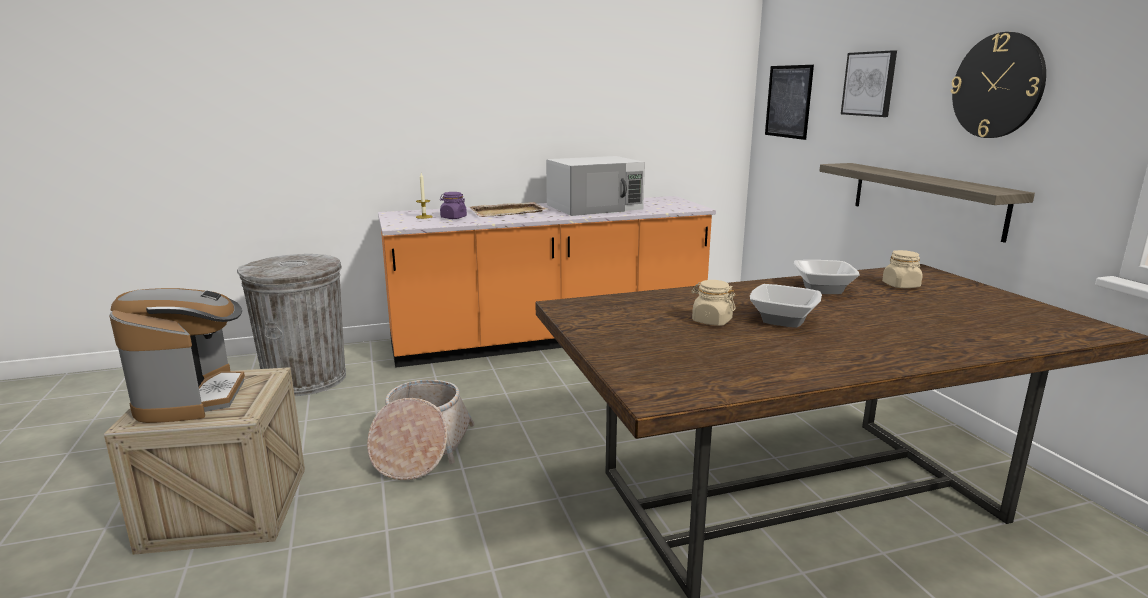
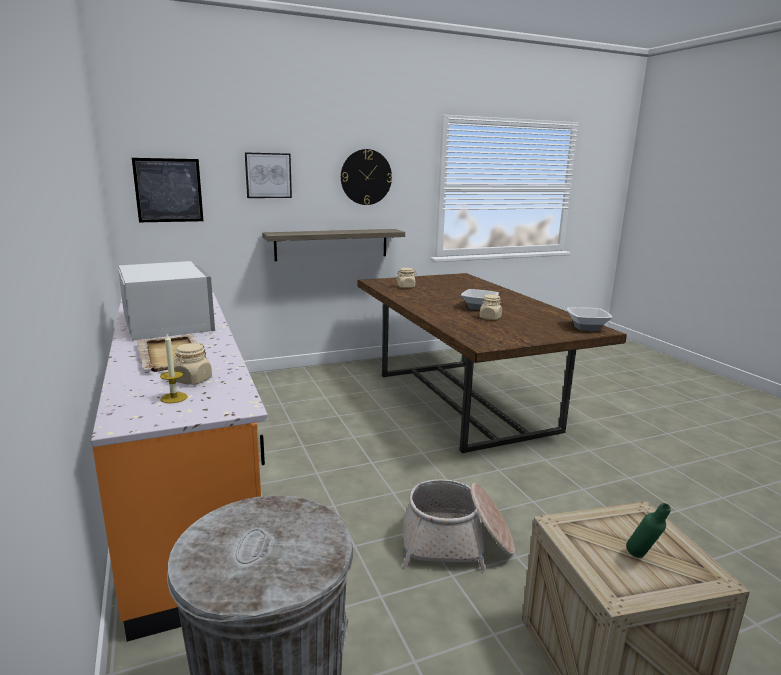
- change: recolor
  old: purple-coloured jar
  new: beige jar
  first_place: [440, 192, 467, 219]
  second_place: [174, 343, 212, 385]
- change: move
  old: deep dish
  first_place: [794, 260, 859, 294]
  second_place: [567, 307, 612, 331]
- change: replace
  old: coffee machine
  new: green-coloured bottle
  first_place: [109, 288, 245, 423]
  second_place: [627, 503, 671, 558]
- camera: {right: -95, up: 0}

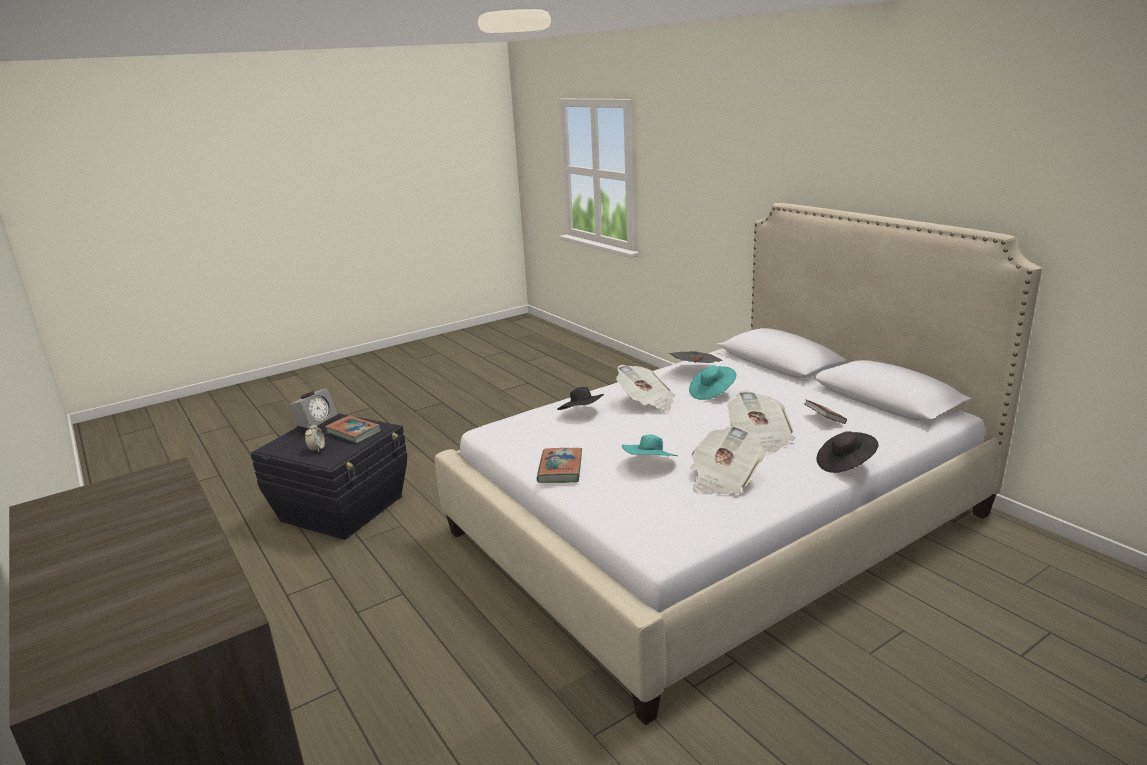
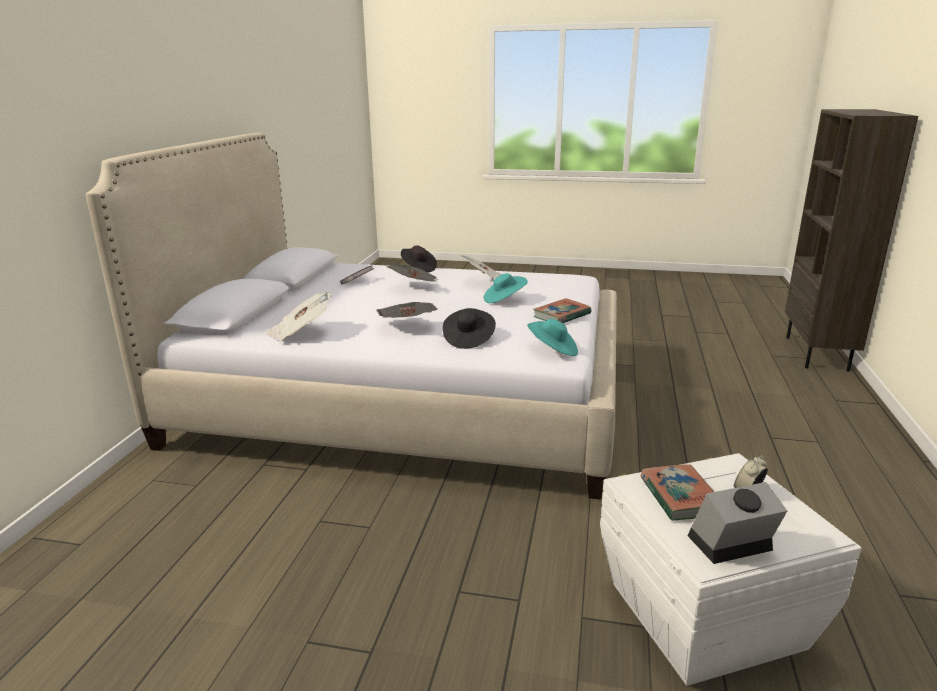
- change: move
  old: turquoise-coloured clothing hat
  first_place: [689, 366, 736, 400]
  second_place: [527, 319, 578, 356]
- change: recolor
  old: black storage container
  new: white storage container
  first_place: [251, 413, 407, 540]
  second_place: [600, 453, 862, 686]
- camera: {right: -135, up: 0}

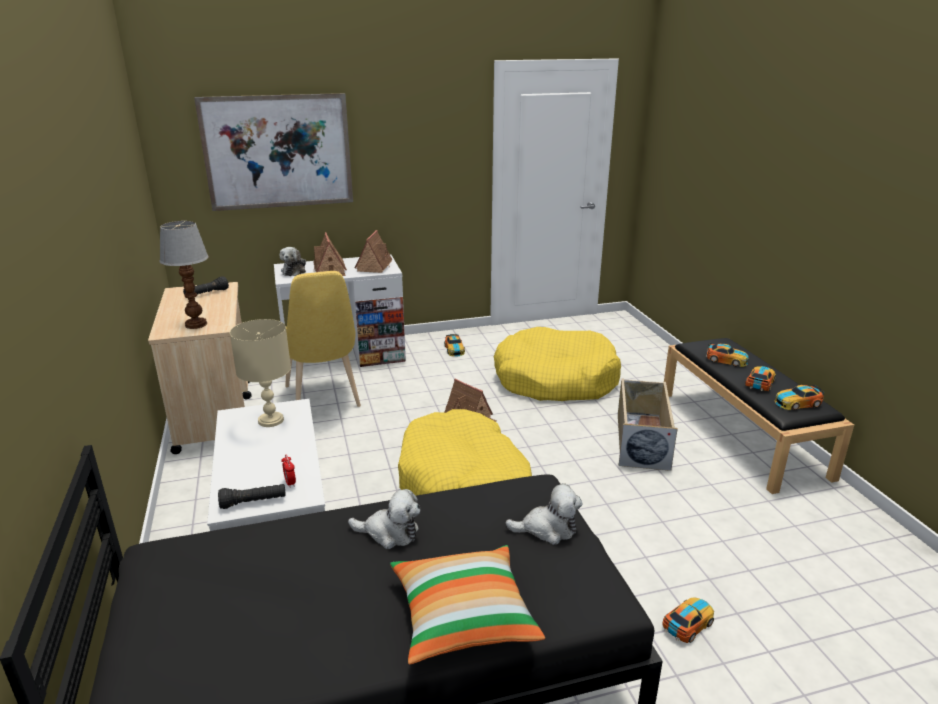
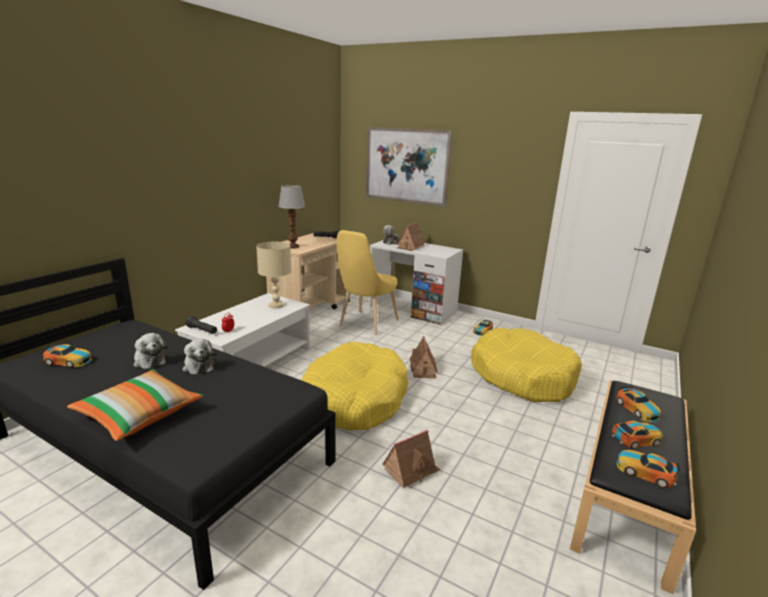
- change: move
  old: model car
  first_place: [663, 597, 714, 643]
  second_place: [42, 344, 92, 368]
- change: move
  old: cuddly toy
  first_place: [505, 483, 583, 545]
  second_place: [134, 333, 168, 369]
- change: move
  old: toy house
  first_place: [355, 230, 392, 273]
  second_place: [382, 430, 440, 488]
- change: delete
  old: beige storage container
  first_place: [618, 379, 677, 471]
- camera: {right: 45, up: -5}

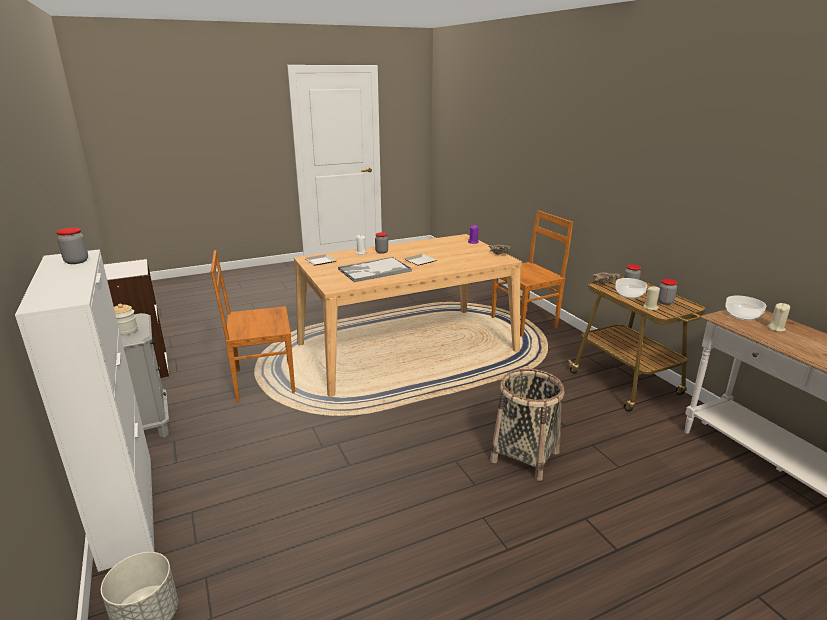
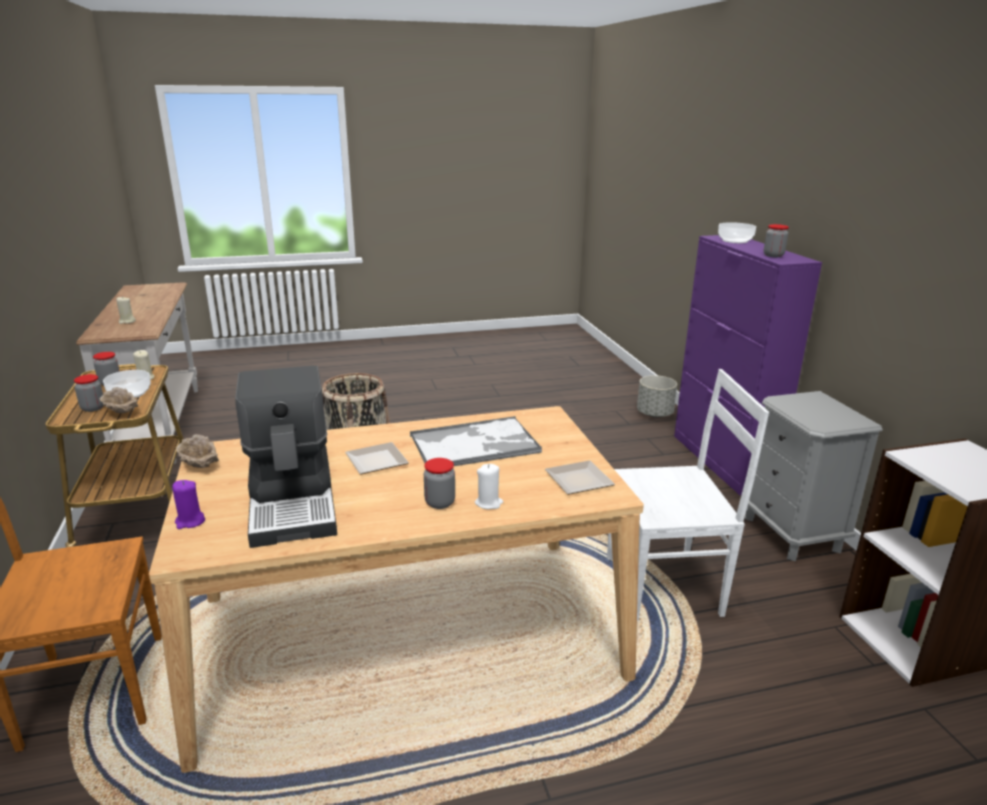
- change: insert
  new: coffee machine
  second_place: [235, 365, 337, 548]
- change: recolor
  old: brown-coloured plain chair
  new: white plain chair
  first_place: [211, 250, 295, 402]
  second_place: [607, 369, 769, 621]
- change: recolor
  old: white cabinet
  new: purple-coloured cabinet
  first_place: [15, 249, 154, 572]
  second_place: [674, 235, 822, 495]
- change: move
  old: deep dish
  first_place: [725, 296, 766, 321]
  second_place: [718, 222, 756, 243]
- change: delete
  old: jar
  first_place: [114, 304, 138, 336]
- camera: {right: -170, up: 0}

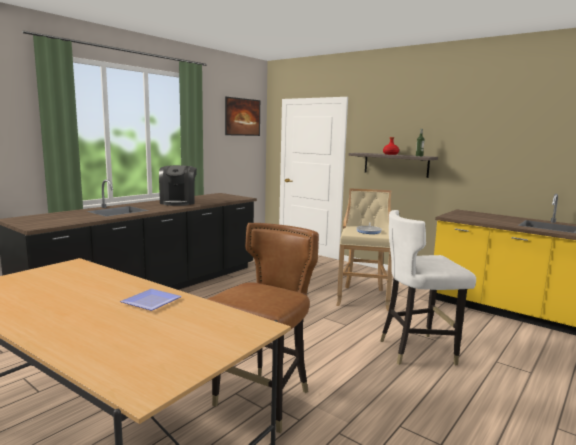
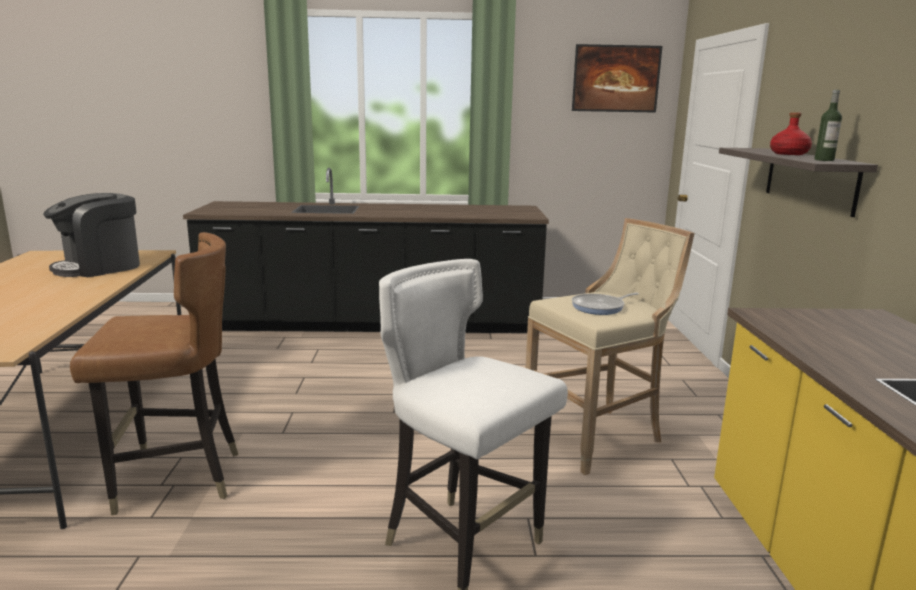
- change: move
  old: coffee machine
  first_place: [159, 165, 197, 206]
  second_place: [43, 193, 140, 277]
- change: delete
  old: dinner plate
  first_place: [120, 289, 182, 311]
- camera: {right: 50, up: 5}

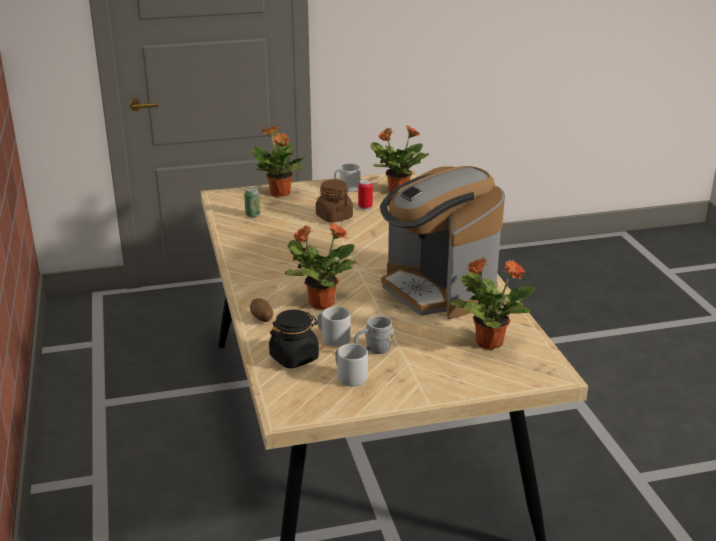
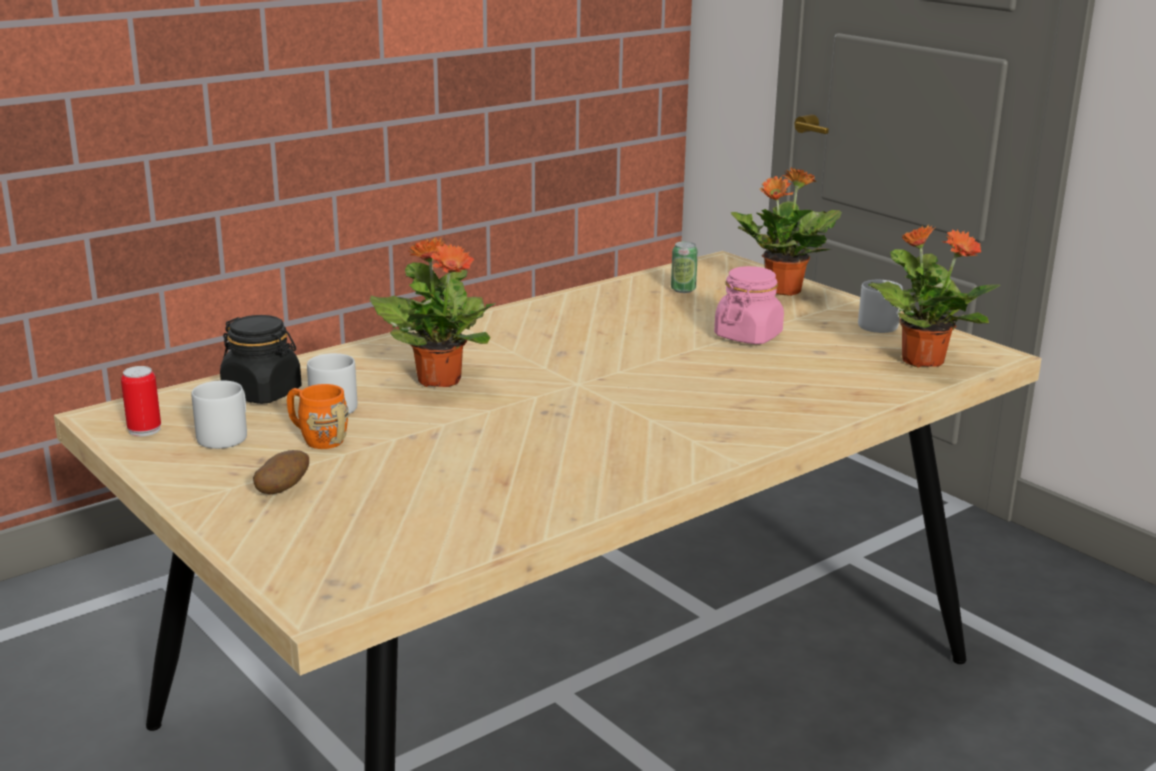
- change: move
  old: can
  first_place: [358, 179, 373, 210]
  second_place: [121, 366, 161, 436]
- change: move
  old: potato
  first_place: [250, 298, 273, 322]
  second_place: [253, 450, 309, 495]
- change: recolor
  old: gray mug
  new: orange mug
  first_place: [354, 316, 394, 354]
  second_place: [287, 384, 349, 449]
- change: recolor
  old: brown-coloured jar
  new: pink jar
  first_place: [316, 179, 353, 223]
  second_place: [714, 266, 784, 344]
- change: delete
  old: coffee machine
  first_place: [380, 166, 505, 319]
- change: delete
  old: plant in a pot
  first_place: [450, 257, 535, 350]
- camera: {right: 65, up: -5}

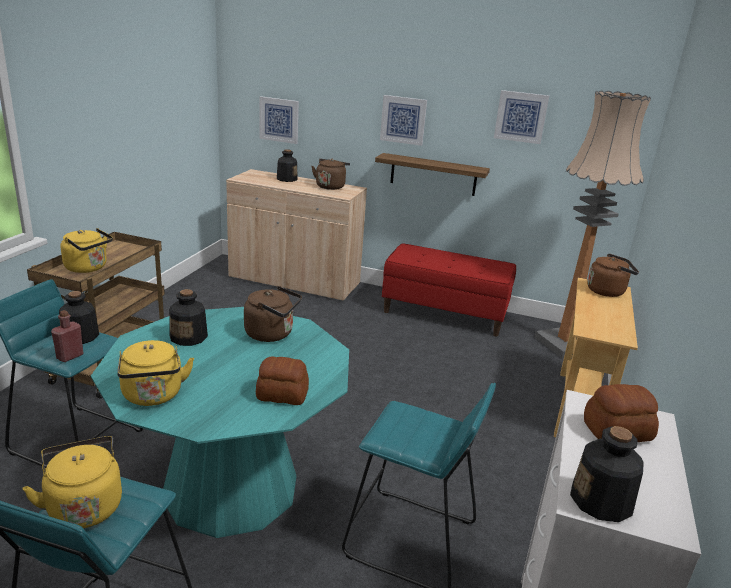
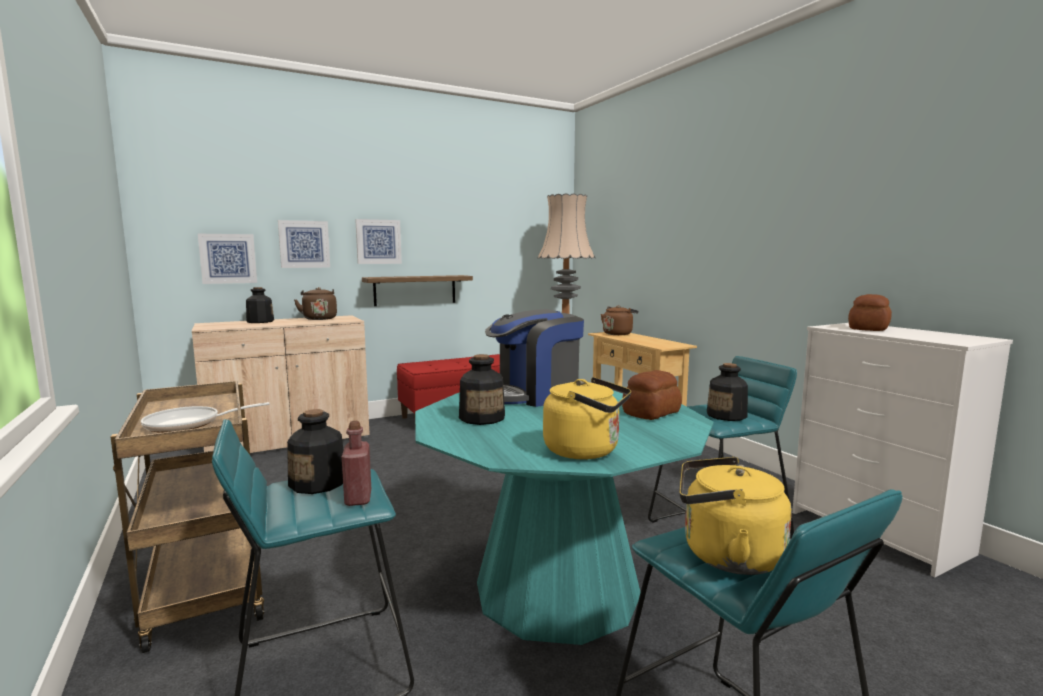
- change: replace
  old: yellow-coloured kettle
  new: frying pan
  first_place: [60, 228, 113, 273]
  second_place: [141, 402, 270, 433]
- change: move
  old: wall picture
  first_place: [494, 90, 549, 144]
  second_place: [278, 220, 330, 268]
- change: replace
  old: brown-coloured kettle
  new: coffee machine
  first_place: [244, 286, 302, 342]
  second_place: [485, 309, 584, 407]
- change: move
  old: bottle
  first_place: [570, 426, 644, 522]
  second_place: [707, 363, 748, 421]
- camera: {right: -45, up: -15}

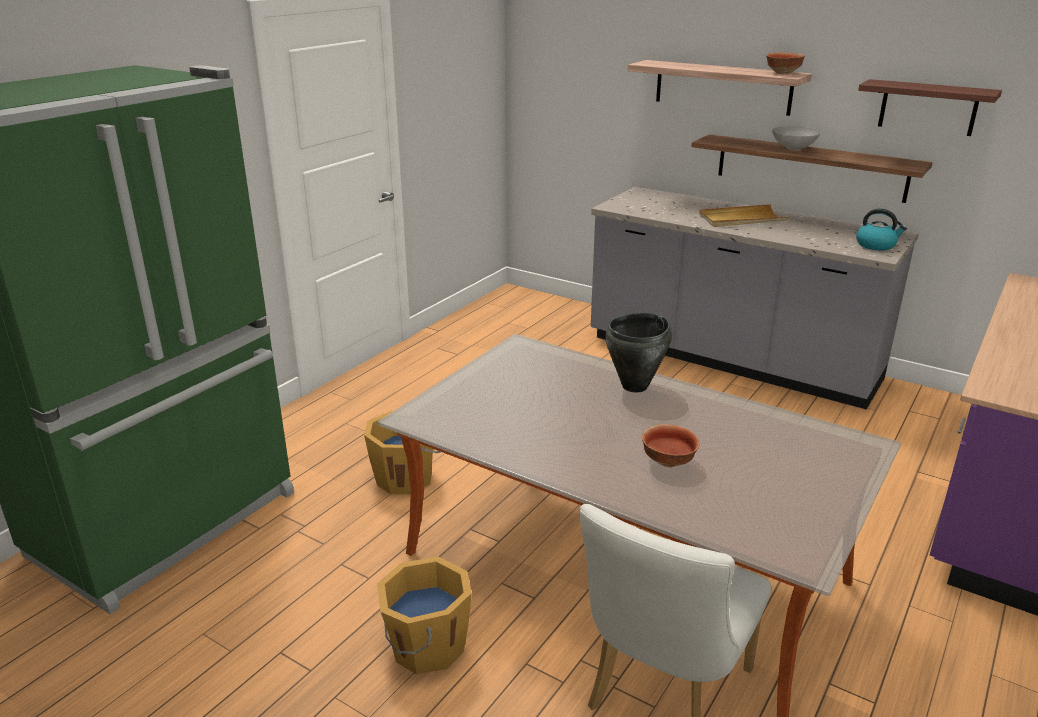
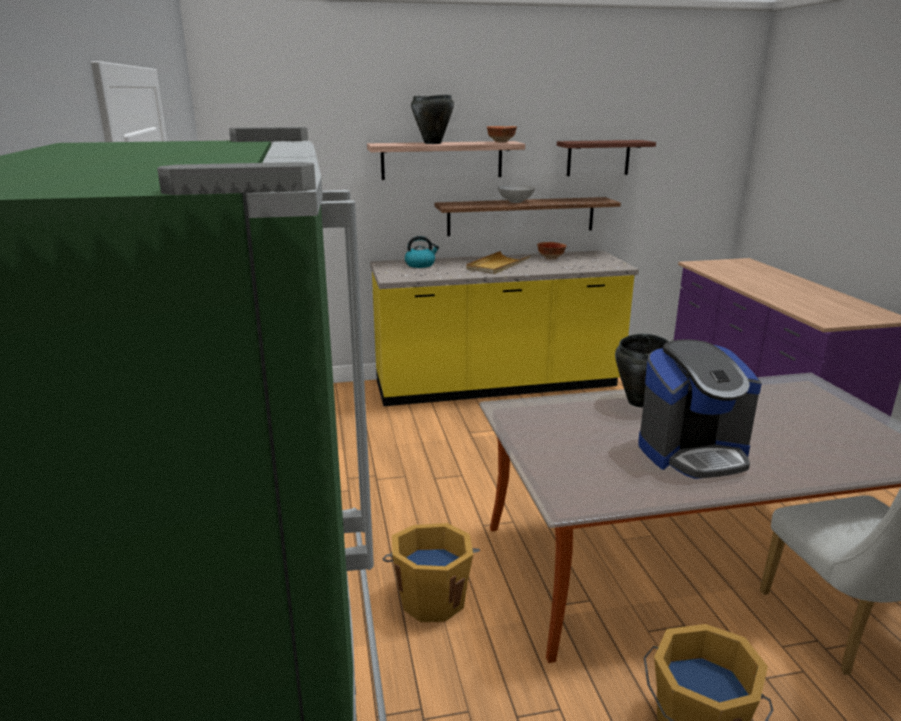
- change: recolor
  old: gray kitchen base unit
  new: yellow-coloured kitchen base unit
  first_place: [591, 187, 919, 410]
  second_place: [370, 250, 639, 406]
- change: move
  old: kettle
  first_place: [856, 208, 907, 250]
  second_place: [405, 236, 439, 268]
- change: insert
  new: black stockpot
  second_place: [411, 95, 454, 144]
- change: move
  old: deep dish
  first_place: [642, 424, 700, 467]
  second_place: [537, 242, 567, 259]
- change: insert
  new: coffee machine
  second_place: [638, 339, 762, 479]
- camera: {right: -45, up: -5}

